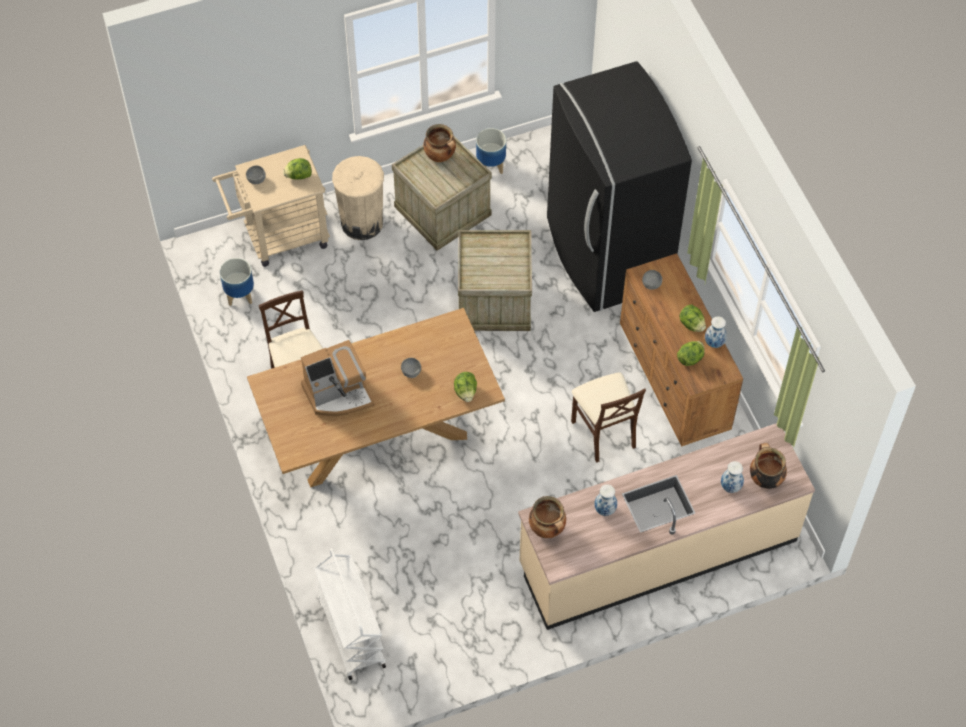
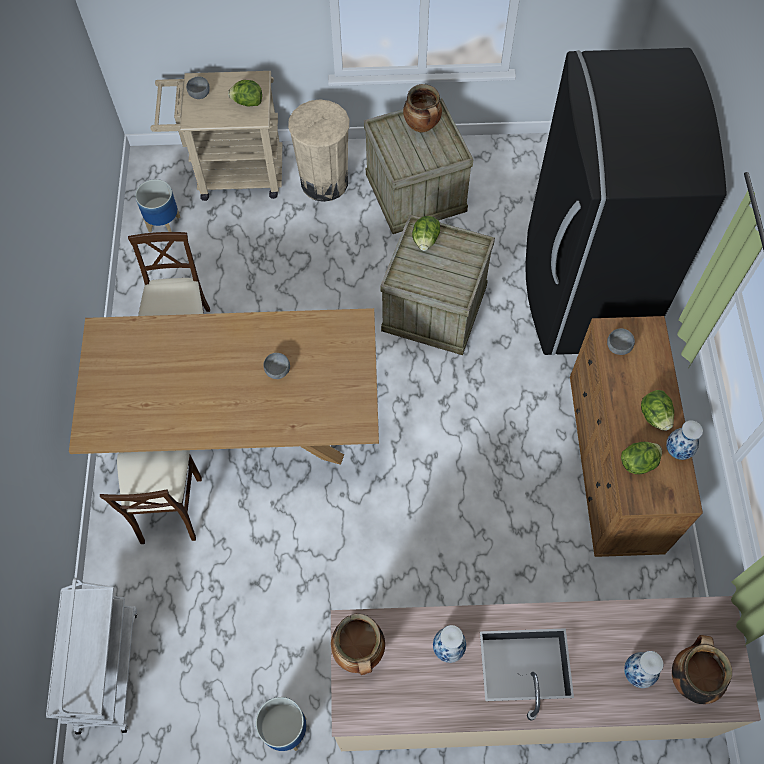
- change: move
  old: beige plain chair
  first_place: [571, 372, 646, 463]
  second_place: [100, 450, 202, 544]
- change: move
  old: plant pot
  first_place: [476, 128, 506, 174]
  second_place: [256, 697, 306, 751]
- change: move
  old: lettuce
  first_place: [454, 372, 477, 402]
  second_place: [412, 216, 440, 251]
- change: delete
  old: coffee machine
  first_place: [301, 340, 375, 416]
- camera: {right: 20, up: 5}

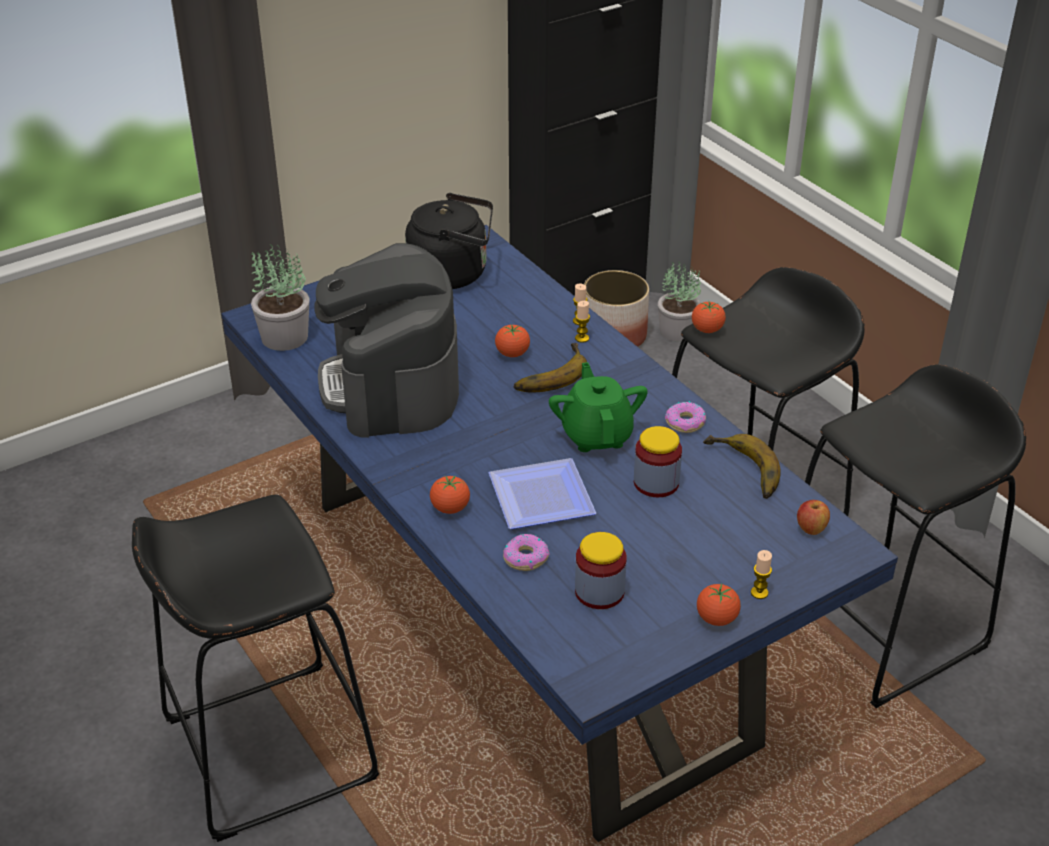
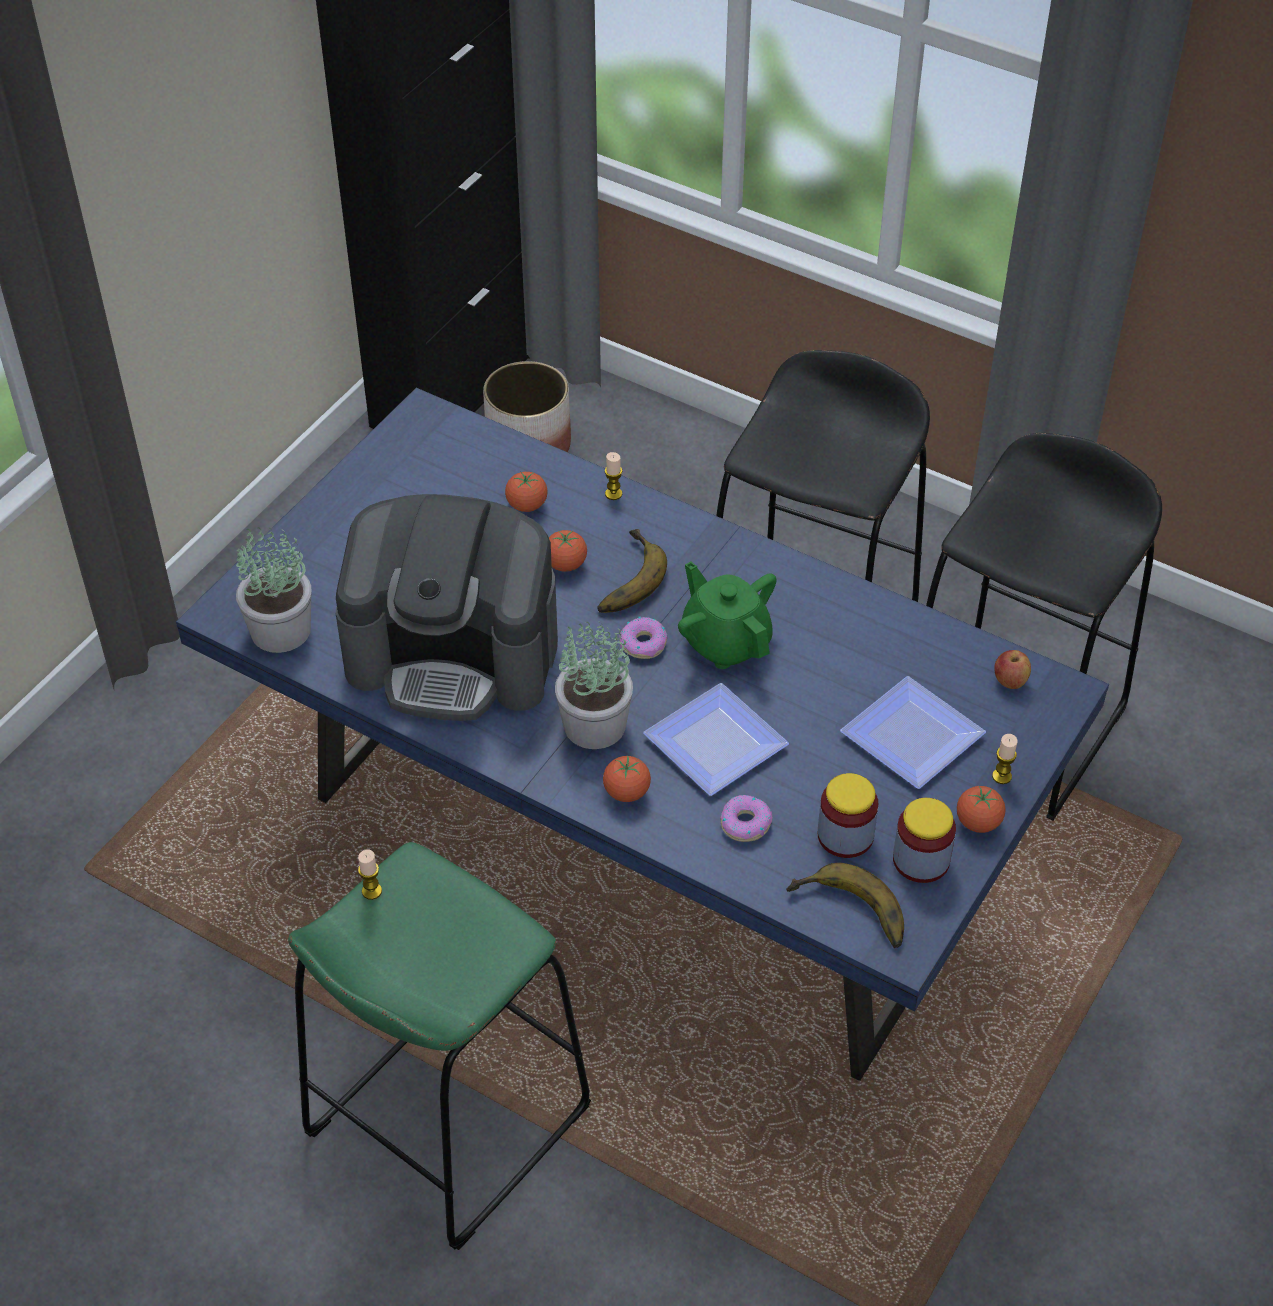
- change: recolor
  old: black stool seat
  new: green-coloured stool seat
  first_place: [132, 495, 379, 842]
  second_place: [288, 842, 591, 1250]
- change: rotate
  old: coffee machine
  first_place: [314, 243, 459, 438]
  second_place: [336, 494, 558, 721]
  degrees: -45
- change: move
  old: wax light
  first_place: [575, 301, 590, 343]
  second_place: [358, 850, 382, 900]
- change: move
  old: tomato
  first_place: [692, 302, 726, 333]
  second_place: [505, 472, 547, 512]
- change: move
  old: plant in a pot
  first_place: [658, 262, 701, 341]
  second_place: [555, 622, 633, 749]
- change: move
  old: donut
  first_place: [665, 401, 706, 433]
  second_place: [619, 617, 668, 659]
- change: move
  old: banana fruit
  first_place: [703, 434, 781, 499]
  second_place: [786, 863, 904, 948]
- change: insert
  new: dinner plate
  second_place: [840, 676, 986, 789]
- change: move
  old: jar
  first_place: [634, 426, 682, 497]
  second_place: [893, 798, 956, 883]
- change: delete
  old: black kettle
  first_place: [405, 193, 493, 289]
- camera: {right: -25, up: 10}

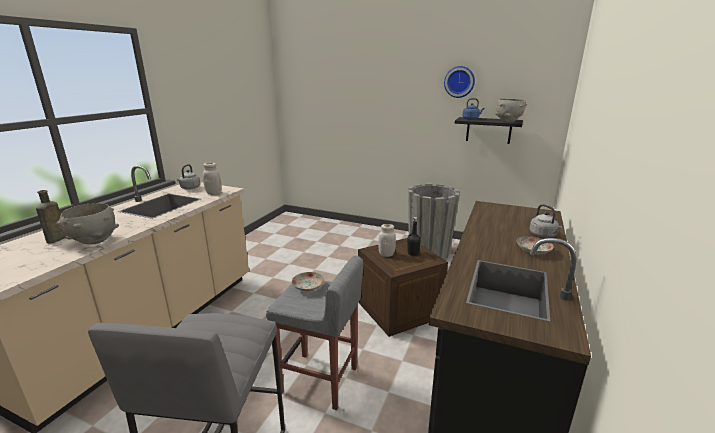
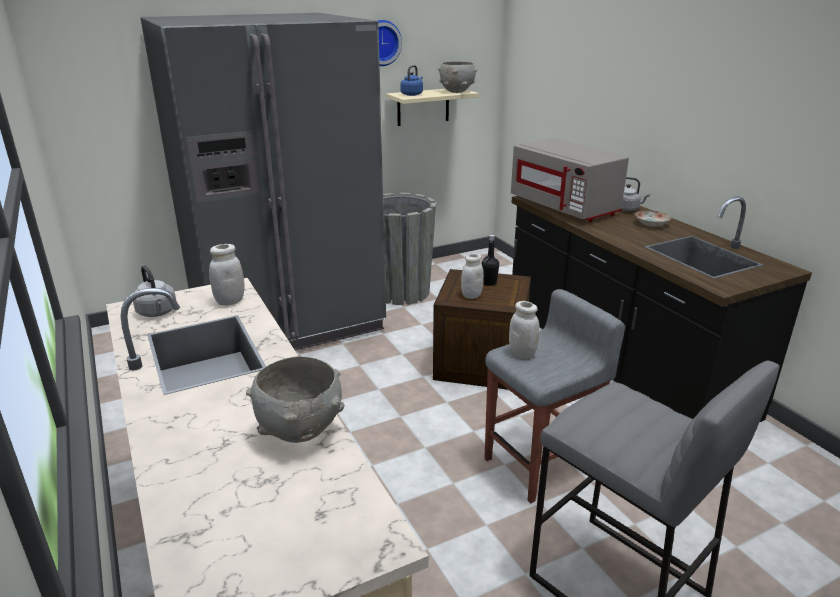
- change: insert
  new: gray refrigerator
  second_place: [141, 13, 386, 351]
- change: recolor
  old: black wall shelf
  new: beige wall shelf
  first_place: [455, 117, 523, 144]
  second_place: [386, 89, 479, 126]
- change: replace
  old: dinner plate
  new: white jar
  first_place: [292, 272, 324, 291]
  second_place: [509, 301, 539, 358]
- change: insert
  new: gray microwave
  second_place: [511, 138, 629, 222]
- change: delete
  old: brown-coloured bottle
  first_place: [36, 190, 66, 243]
- camera: {right: -50, up: 5}

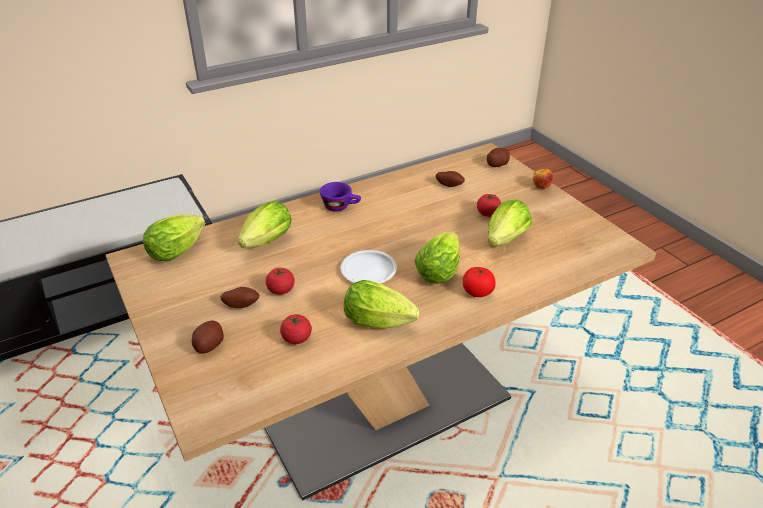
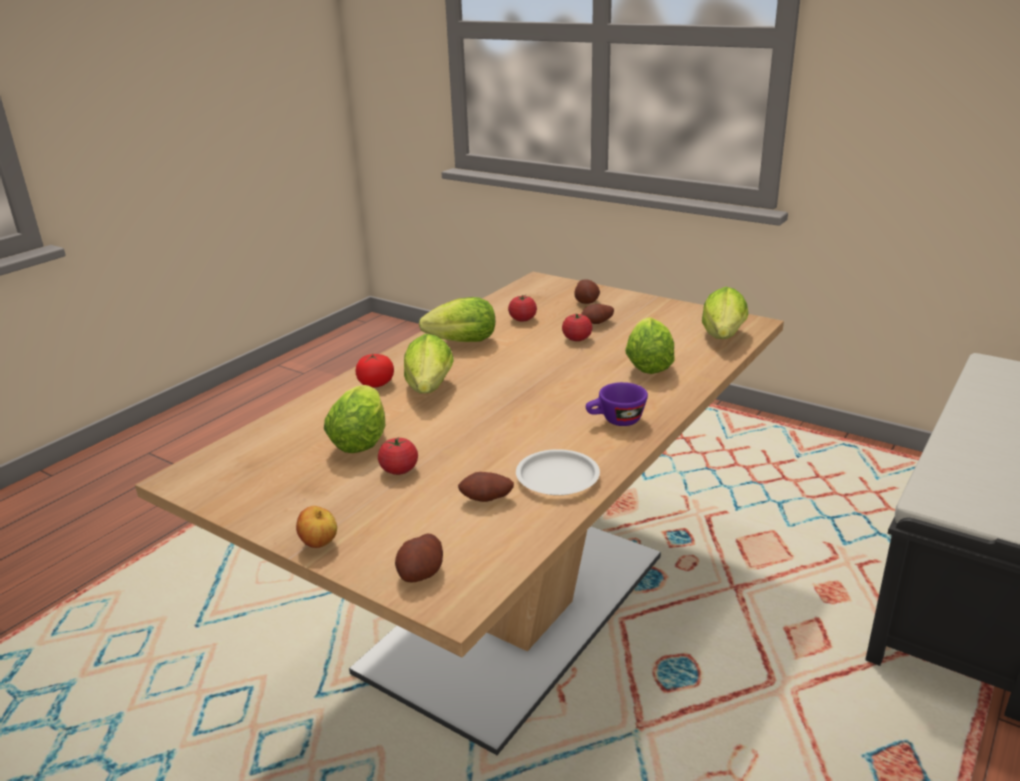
- change: move
  old: white dinner plate
  first_place: [340, 250, 397, 284]
  second_place: [516, 449, 600, 495]
- camera: {right: 155, up: -10}

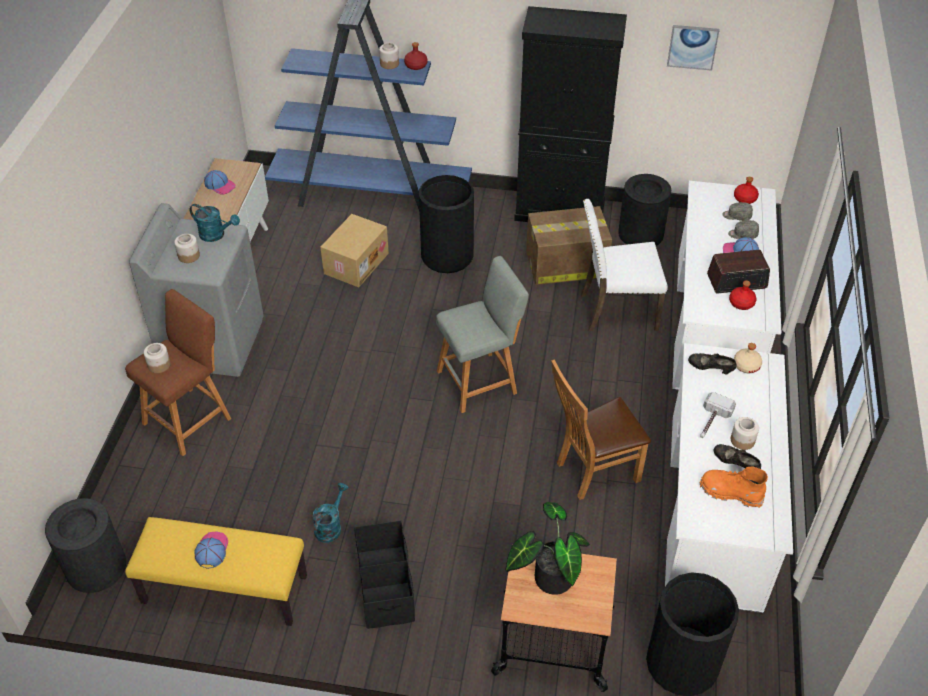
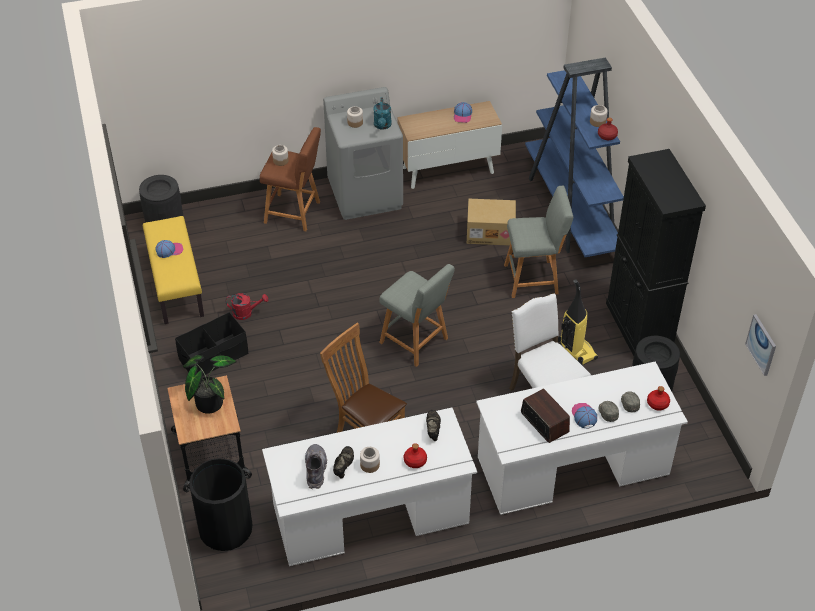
- change: recolor
  old: turquoise-coloured sprinkling can
  new: red sprinkling can
  first_place: [313, 483, 348, 543]
  second_place: [226, 293, 268, 320]
- change: recolor
  old: orange tall boot
  new: gray tall boot
  first_place: [699, 466, 768, 508]
  second_place: [305, 444, 327, 489]
- change: move
  old: red bottle
  first_place: [729, 281, 757, 310]
  second_place: [404, 443, 427, 468]
- change: replace
  old: black rubbish bin
  new: gray stool seat
  first_place: [419, 175, 474, 273]
  second_place: [504, 186, 573, 298]
- change: replace
  old: packing box
  new: vacuum cleaner
  first_place: [526, 206, 612, 285]
  second_place: [558, 279, 598, 365]
- change: move
  old: wall picture
  first_place: [667, 25, 719, 71]
  second_place: [745, 314, 776, 376]
- change: delete
  old: hammer
  first_place: [700, 392, 736, 438]
- change: delete
  old: beige bottle
  first_place: [734, 343, 762, 373]
- camera: {right: 65, up: 0}

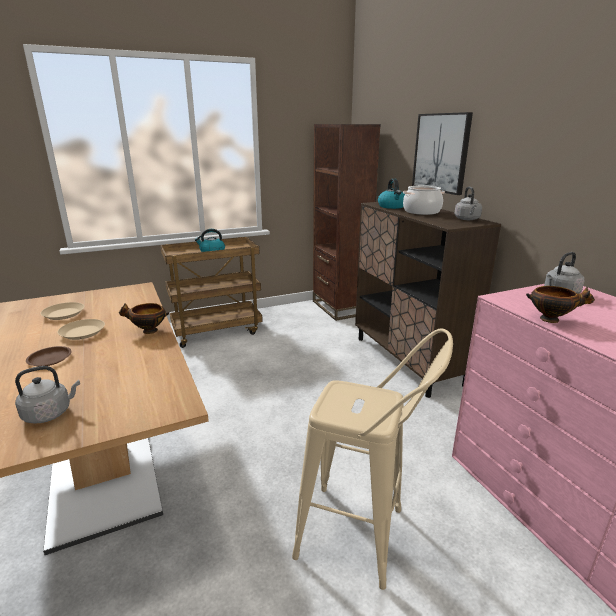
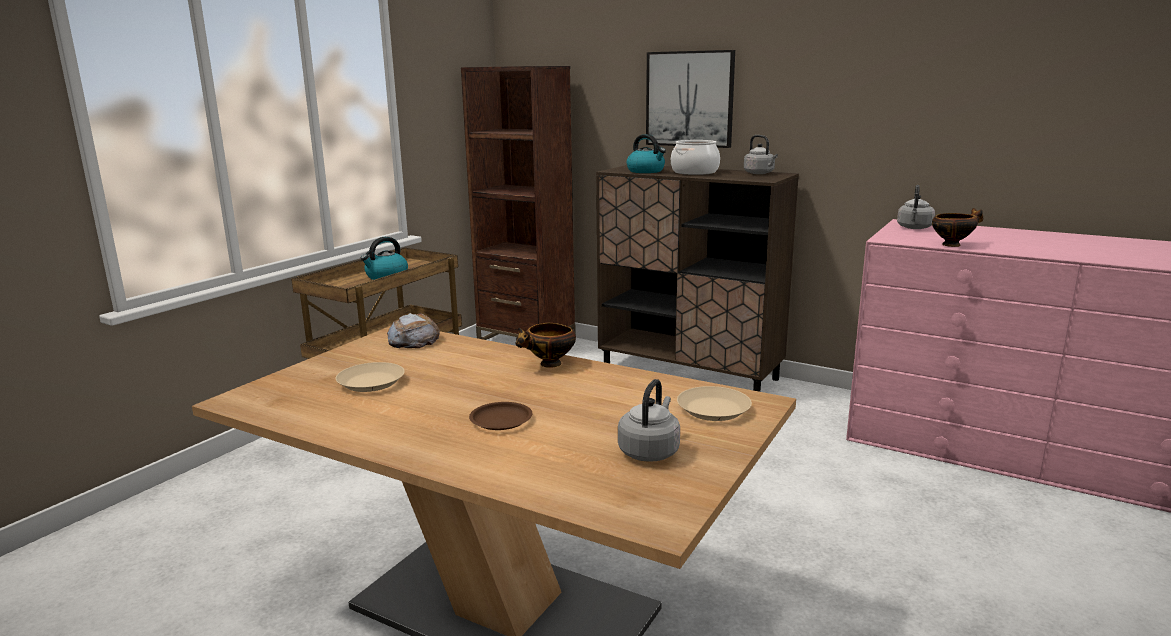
- change: insert
  new: bakery bread
  second_place: [387, 313, 440, 348]
- change: move
  old: beige dinner plate
  first_place: [58, 319, 105, 340]
  second_place: [677, 386, 752, 421]
- change: delete
  old: beige stool seat
  first_place: [292, 329, 453, 590]
- camera: {right: -35, up: -5}

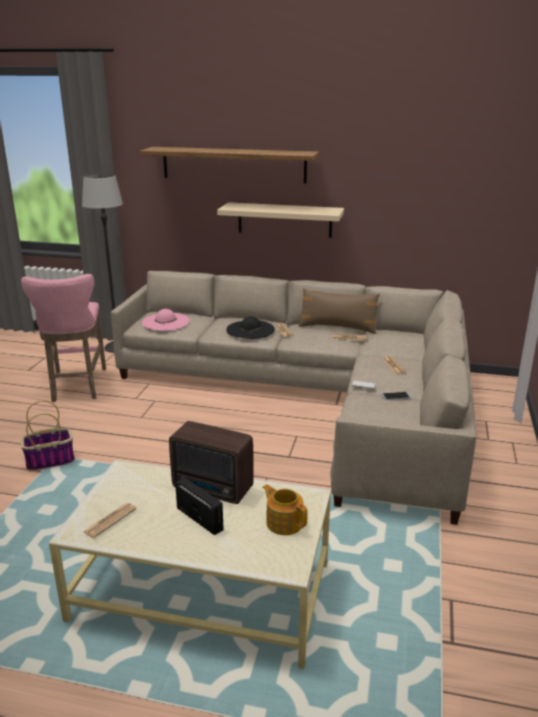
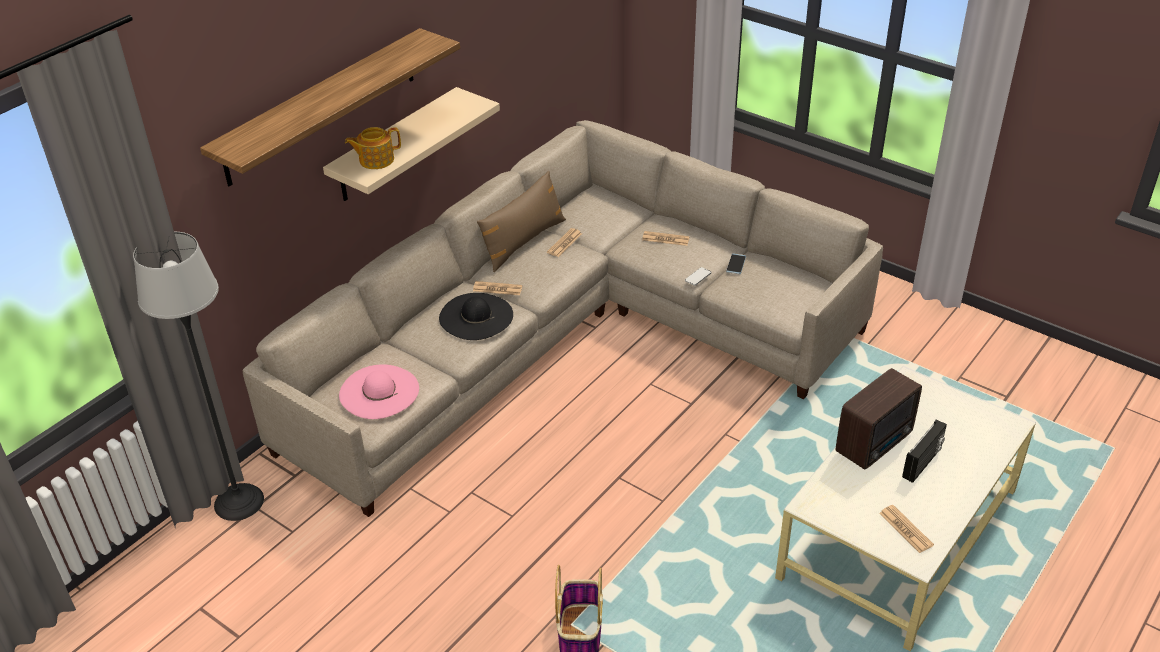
- change: move
  old: tea pot
  first_place: [262, 484, 308, 535]
  second_place: [345, 127, 401, 169]
- change: rotate
  old: radio
  first_place: [175, 477, 224, 535]
  second_place: [902, 420, 947, 483]
  degrees: 150
- change: delete
  old: pink stool seat
  first_place: [21, 274, 106, 402]
- camera: {right: -65, up: 15}

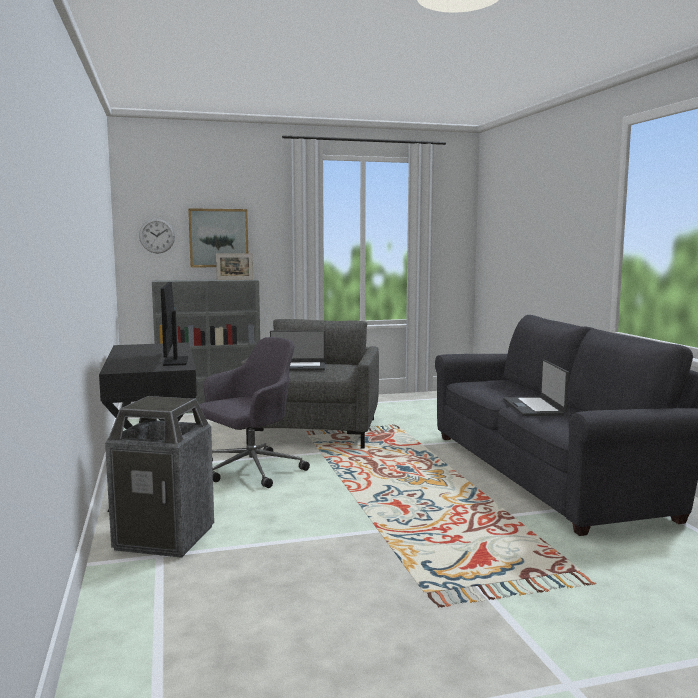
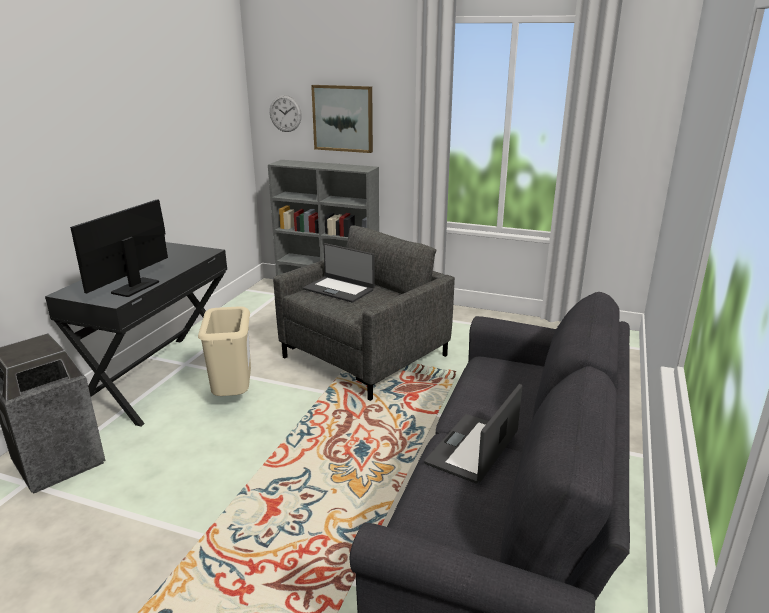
- change: replace
  old: gray desk chair
  new: beige rubbish bin
  first_place: [199, 337, 310, 488]
  second_place: [198, 306, 251, 396]
- change: delete
  old: photo frame
  first_place: [216, 253, 253, 280]
- camera: {right: 35, up: 15}

